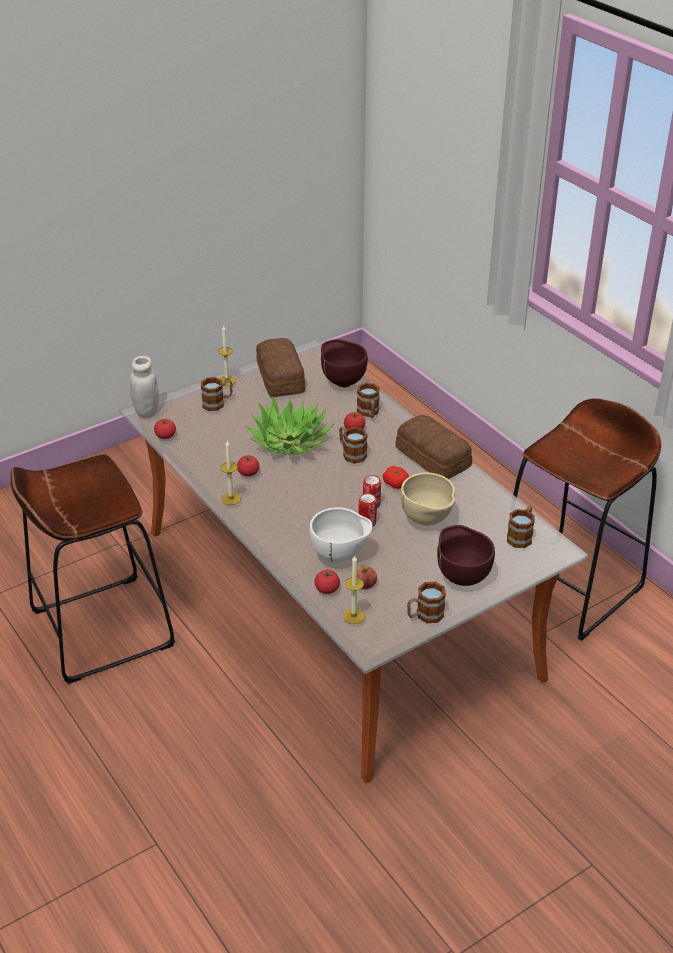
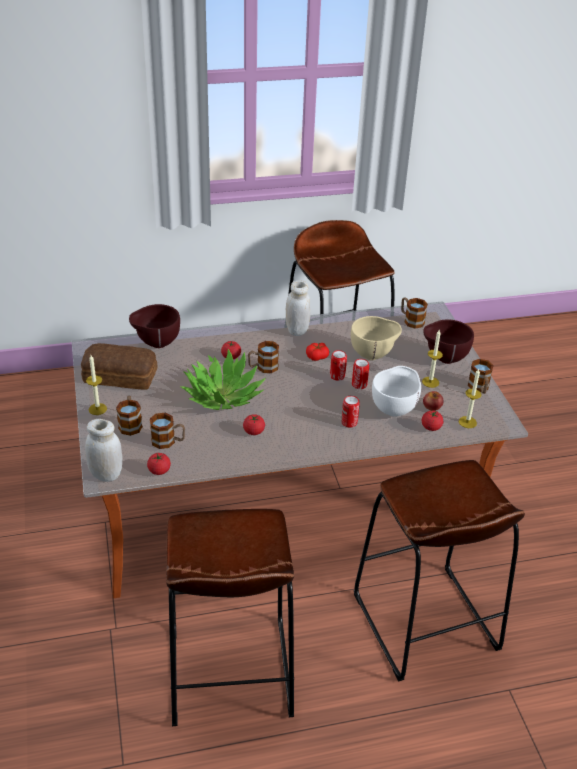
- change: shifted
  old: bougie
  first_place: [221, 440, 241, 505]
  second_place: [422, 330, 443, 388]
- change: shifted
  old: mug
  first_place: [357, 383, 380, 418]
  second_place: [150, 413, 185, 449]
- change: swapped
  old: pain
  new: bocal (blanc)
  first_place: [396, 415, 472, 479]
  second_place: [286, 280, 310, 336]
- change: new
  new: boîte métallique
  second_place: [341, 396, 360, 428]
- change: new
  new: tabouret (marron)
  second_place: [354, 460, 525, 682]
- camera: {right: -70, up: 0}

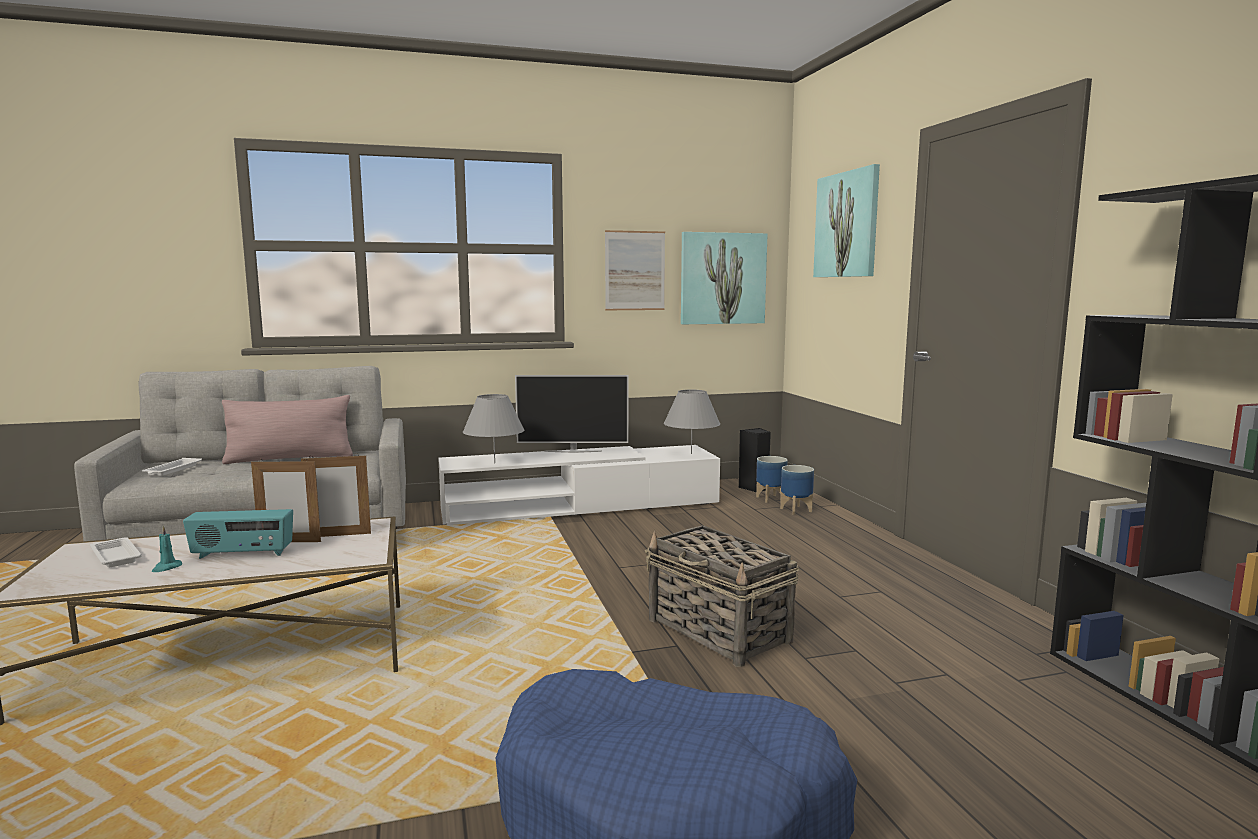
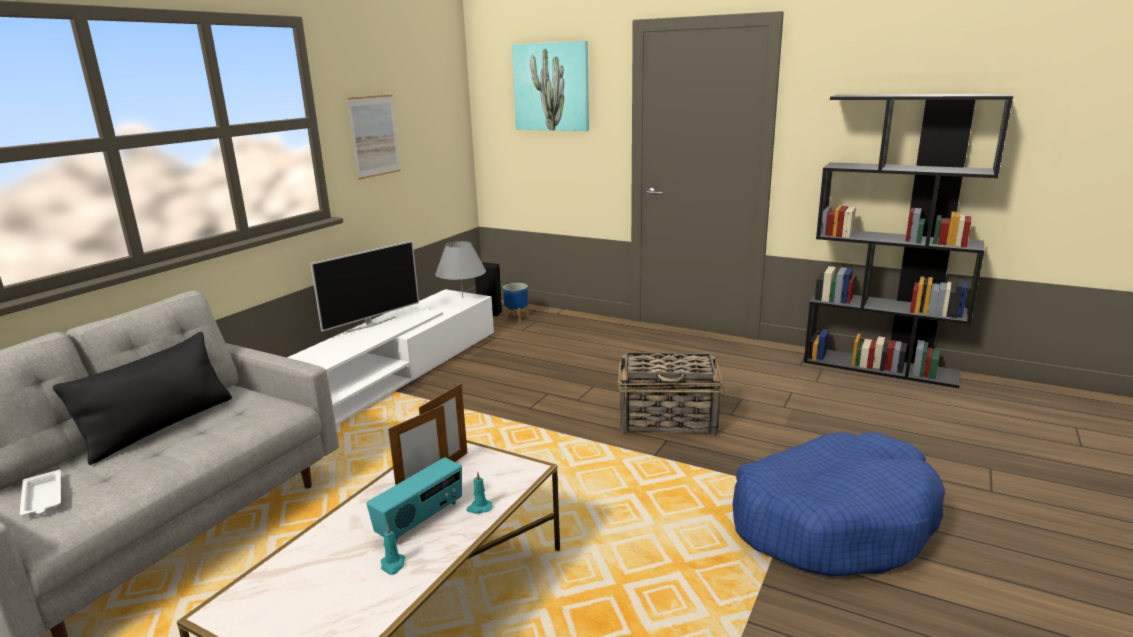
- change: gone
  old: plateau (blanc)
  first_place: [90, 537, 142, 567]
- change: repainted
  old: coussin (rose)
  new: coussin (noir)
  first_place: [222, 395, 353, 464]
  second_place: [53, 331, 232, 465]
- change: gone
  old: lampe de table (gris)
  first_place: [463, 394, 524, 464]
- change: gone
  old: tableau
  first_place: [681, 232, 768, 324]
- change: gone
  old: cache-pot
  first_place: [780, 465, 814, 515]
- change: new
  new: bougie (turquoise)
  second_place: [466, 471, 492, 513]
- camera: {right: -45, up: 10}

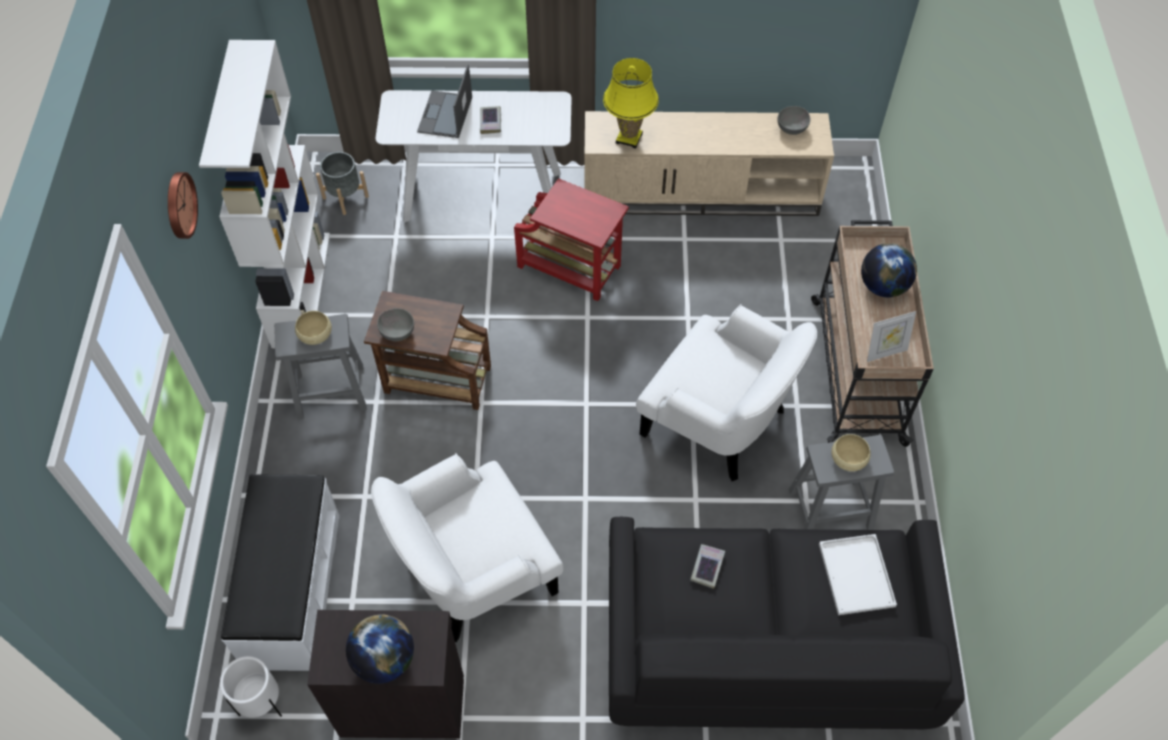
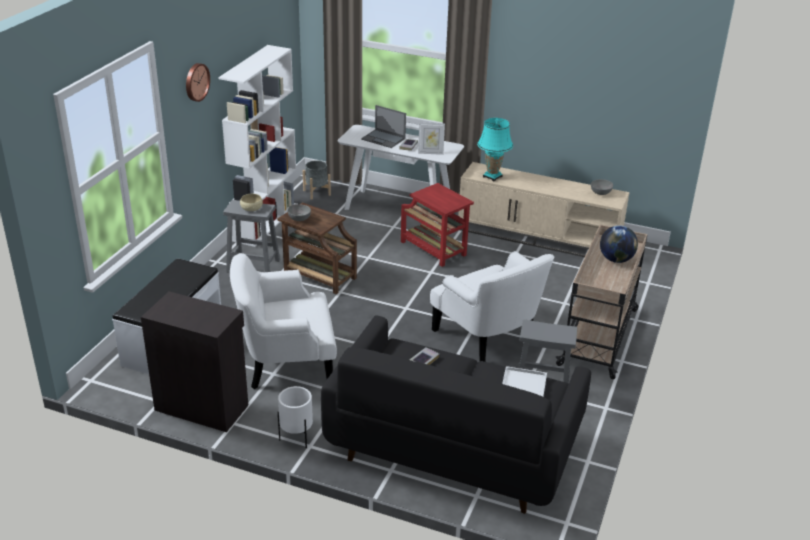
- change: shifted
  old: cache-pot (blanc)
  first_place: [220, 656, 282, 718]
  second_place: [278, 386, 313, 448]
- change: gone
  old: globe
  first_place: [346, 614, 414, 683]
- change: rotated
  old: ordinateur portable
  first_place: [417, 64, 472, 138]
  second_place: [361, 105, 406, 148]
  degrees: -90
- change: repainted
  old: lampe de table (jaune)
  new: lampe de table (turquoise)
  first_place: [603, 58, 659, 149]
  second_place: [477, 118, 513, 181]
- change: gone
  old: bol (beige)
  first_place: [831, 434, 871, 471]
- change: shifted
  old: cadre photo
  first_place: [867, 311, 916, 362]
  second_place: [418, 122, 445, 155]
- camera: {right: 20, up: -25}

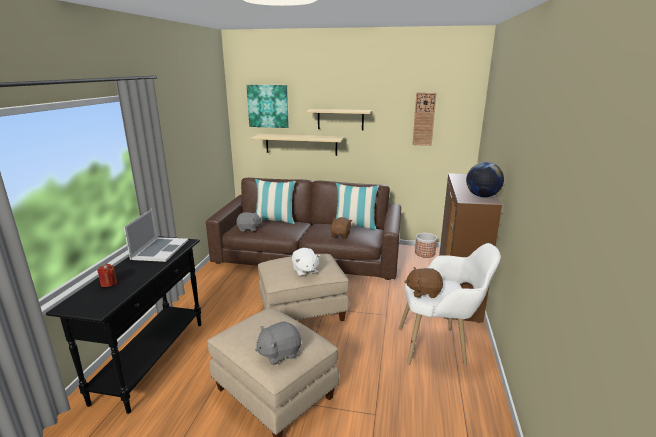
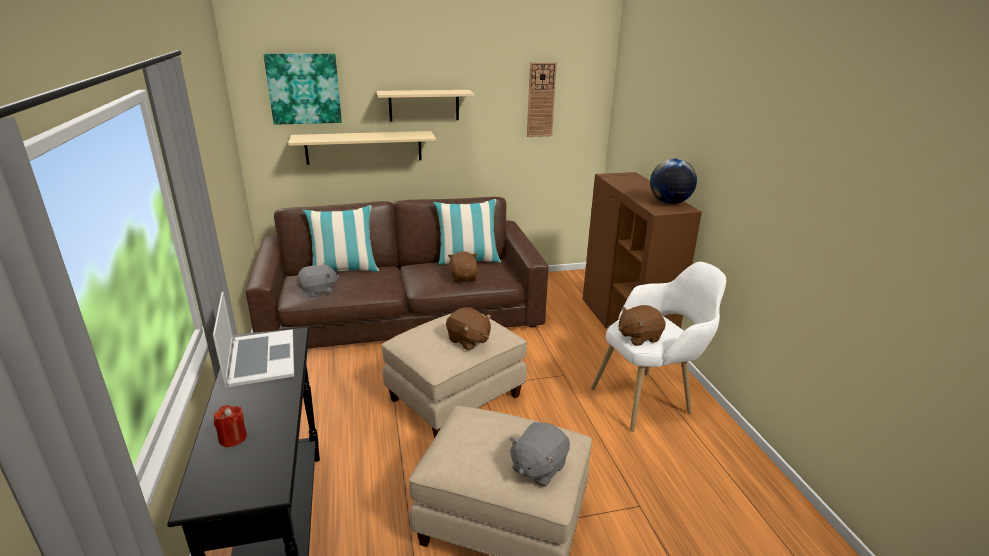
- change: repainted
  old: peluche (blanc)
  new: peluche (marron)
  first_place: [292, 248, 320, 276]
  second_place: [446, 308, 491, 350]
- change: gone
  old: cache-pot
  first_place: [415, 233, 437, 258]
- camera: {right: -25, up: 5}

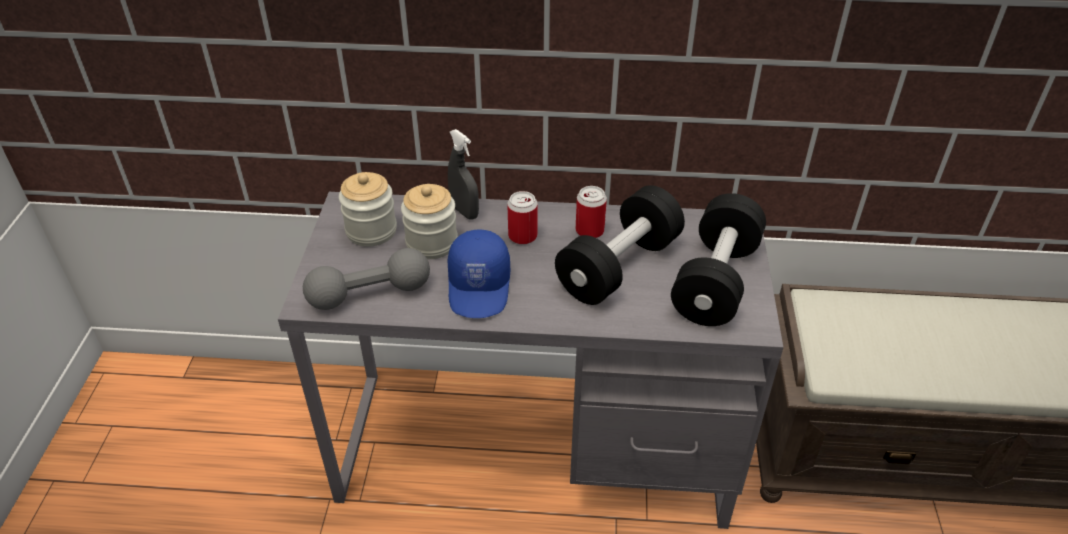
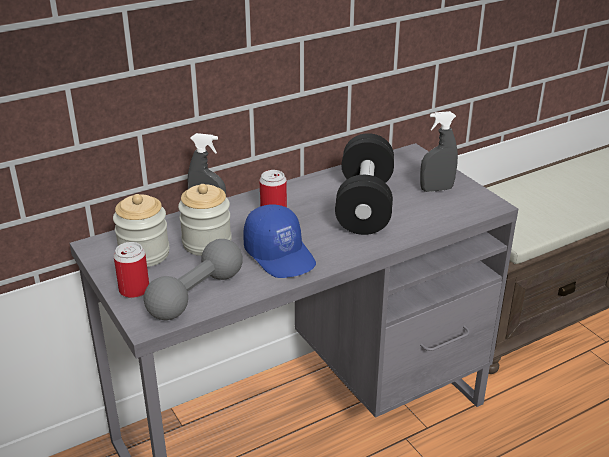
- change: shifted
  old: boîte métallique
  first_place: [576, 186, 607, 238]
  second_place: [114, 242, 149, 298]
- change: swapped
  old: haltère (noir)
  new: vaporisateur (gris)
  first_place: [671, 193, 766, 326]
  second_place: [420, 111, 458, 192]
- camera: {right: -35, up: -10}

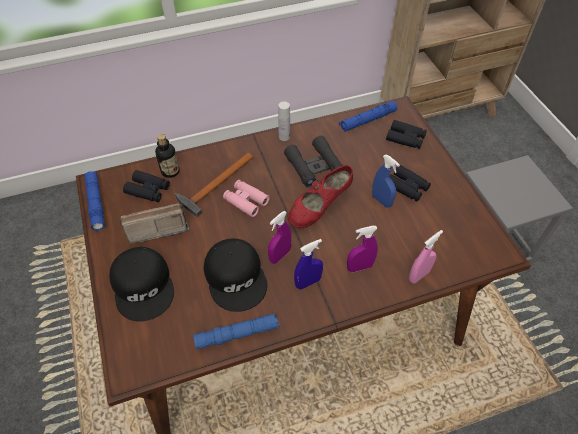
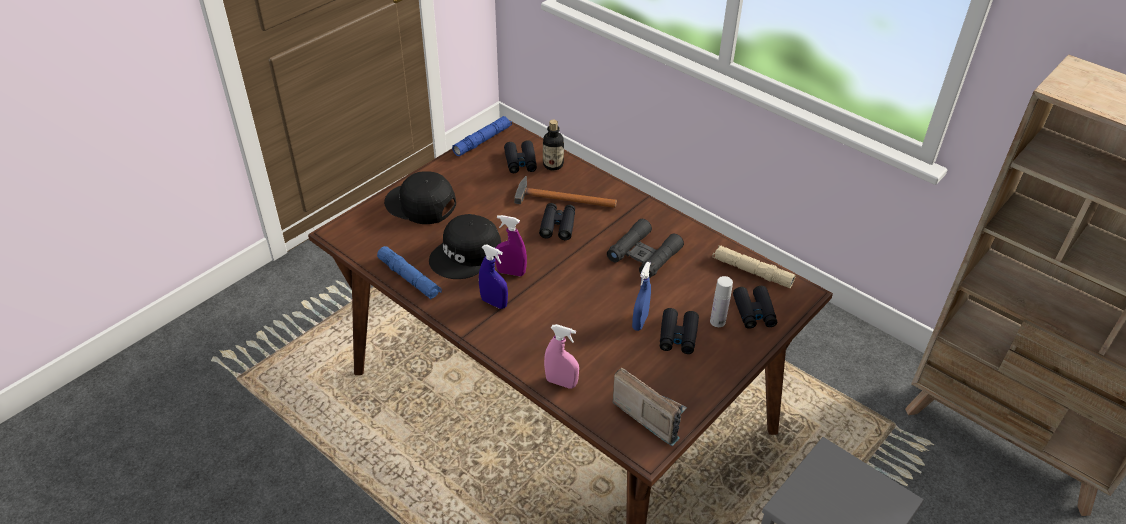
- change: rotated
  old: casquette (noir)
  first_place: [109, 247, 174, 321]
  second_place: [384, 171, 456, 224]
  degrees: 75
- change: shifted
  old: radio
  first_place: [120, 203, 189, 244]
  second_place: [613, 368, 687, 446]
- change: repainted
  old: jumelles (rose)
  new: jumelles (noir)
  first_place: [223, 180, 270, 217]
  second_place: [539, 203, 575, 240]
- change: shifted
  old: bouteille (blanc)
  first_place: [278, 101, 290, 141]
  second_place: [710, 276, 733, 327]
- change: gone
  old: chaussure (rouge)
  first_place: [288, 165, 353, 229]
- change: repainted
  old: lampe de poche (bleu)
  new: lampe de poche (beige)
  first_place: [339, 101, 397, 132]
  second_place: [712, 246, 796, 288]
- change: gone
  old: vaporisateur (violet)
  first_place: [347, 226, 378, 272]
- camera: {right: 60, up: -10}

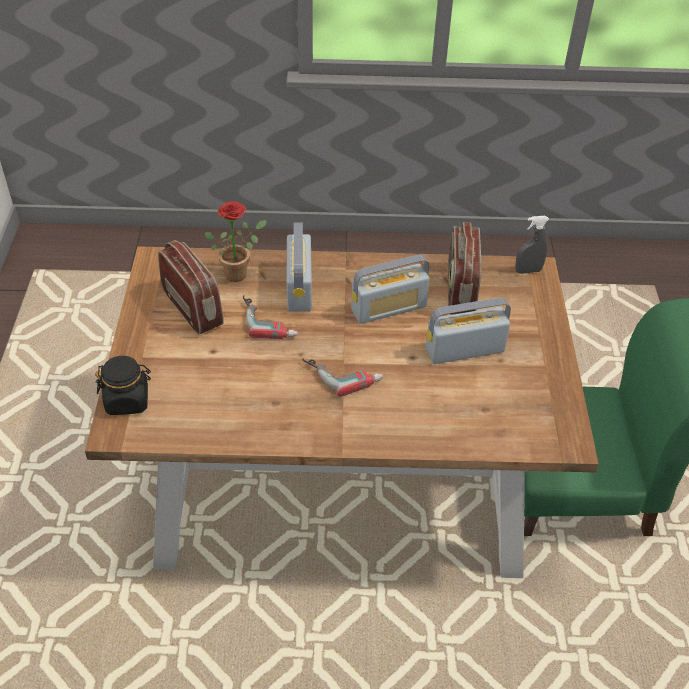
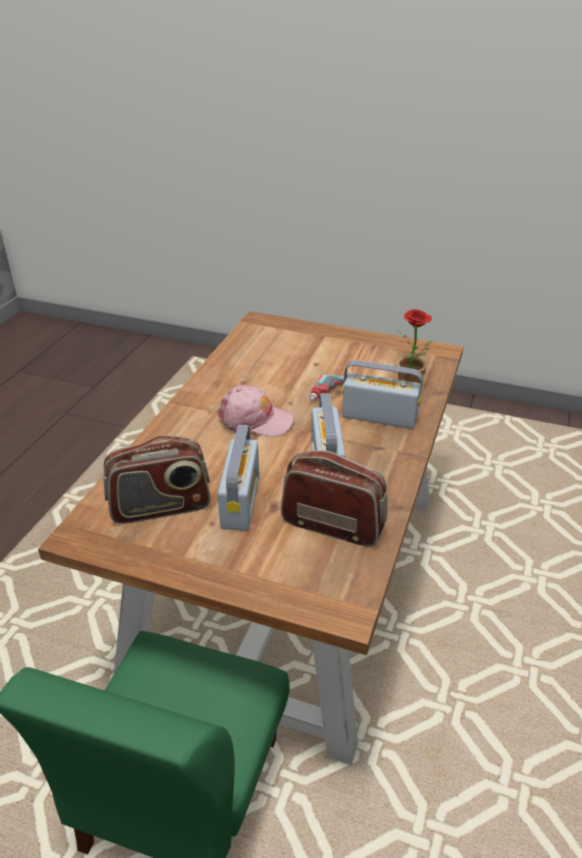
- change: gone
  old: bocal (noir)
  first_place: [95, 356, 151, 415]
- change: shifted
  old: radio
  first_place: [158, 240, 224, 334]
  second_place: [103, 435, 210, 524]
- change: swapped
  old: perceuse
  new: casquette (rose)
  first_place: [302, 358, 383, 397]
  second_place: [217, 385, 294, 437]
- change: gone
  old: vaporisateur (gris)
  first_place: [515, 216, 549, 274]
- camera: {right: 110, up: -10}

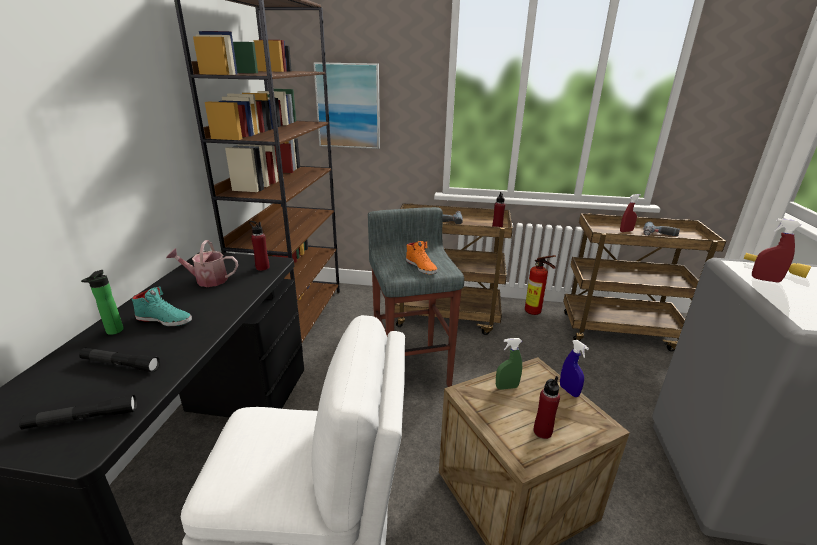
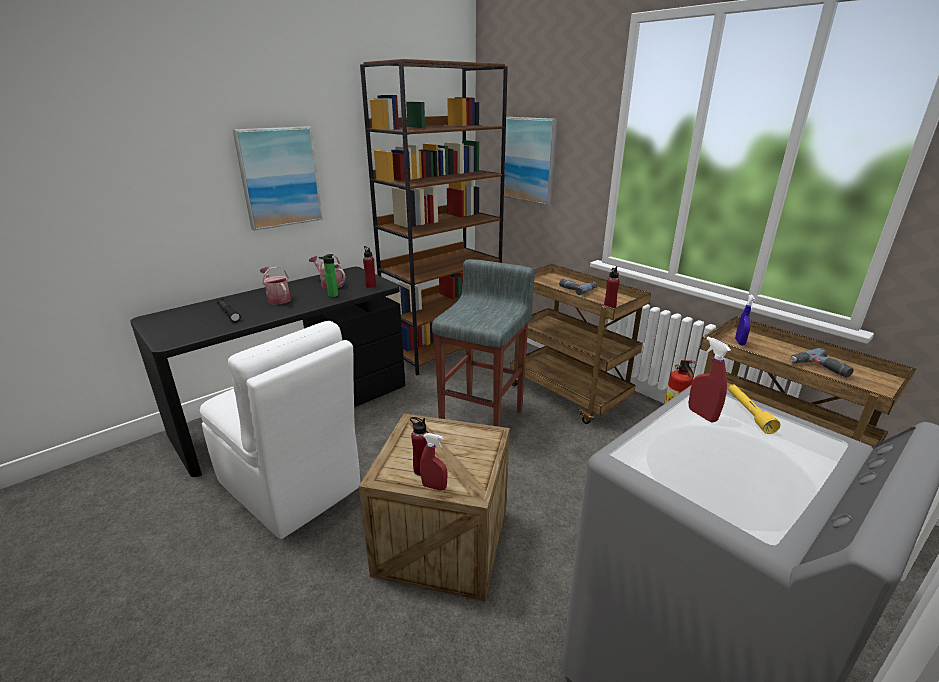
- change: gone
  old: lampe de poche (noir)
  first_place: [19, 394, 137, 430]
- change: shifted
  old: bouteille
  first_place: [81, 270, 124, 335]
  second_place: [319, 254, 338, 297]
- change: swapped
  old: chaussure (turquoise)
  new: arrosoir
  first_place: [132, 286, 192, 326]
  second_place: [260, 266, 291, 304]
- change: gone
  old: chaussure (orange)
  first_place: [406, 241, 438, 274]
- change: gone
  old: vaporisateur (vert)
  first_place: [496, 338, 522, 390]
- change: shifted
  old: vaporisateur (bleu)
  first_place: [560, 340, 589, 397]
  second_place: [735, 294, 755, 345]
- change: shifted
  old: vaporisateur (rouge)
  first_place: [620, 194, 641, 232]
  second_place: [420, 433, 447, 491]
- change: new
  new: tableau
  second_place: [232, 126, 323, 231]
- camera: {right: 40, up: 0}

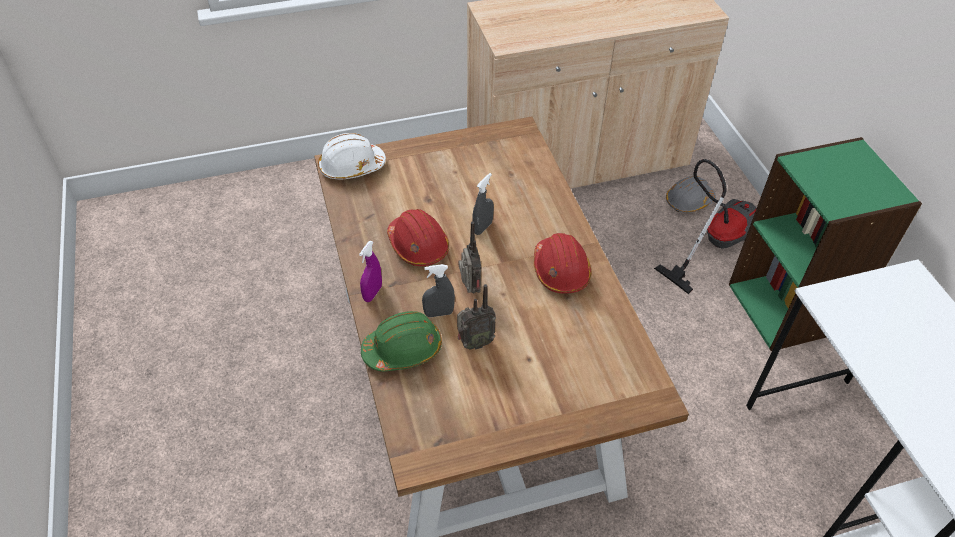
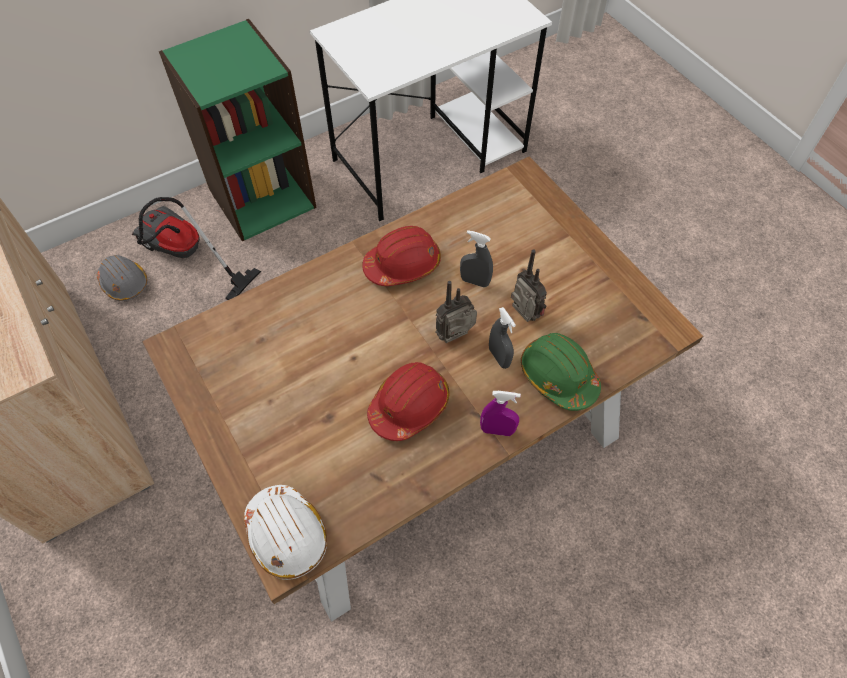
- change: shifted
  old: vaporisateur (gris)
  first_place: [472, 173, 494, 235]
  second_place: [460, 230, 493, 287]
- camera: {right: -105, up: 10}

